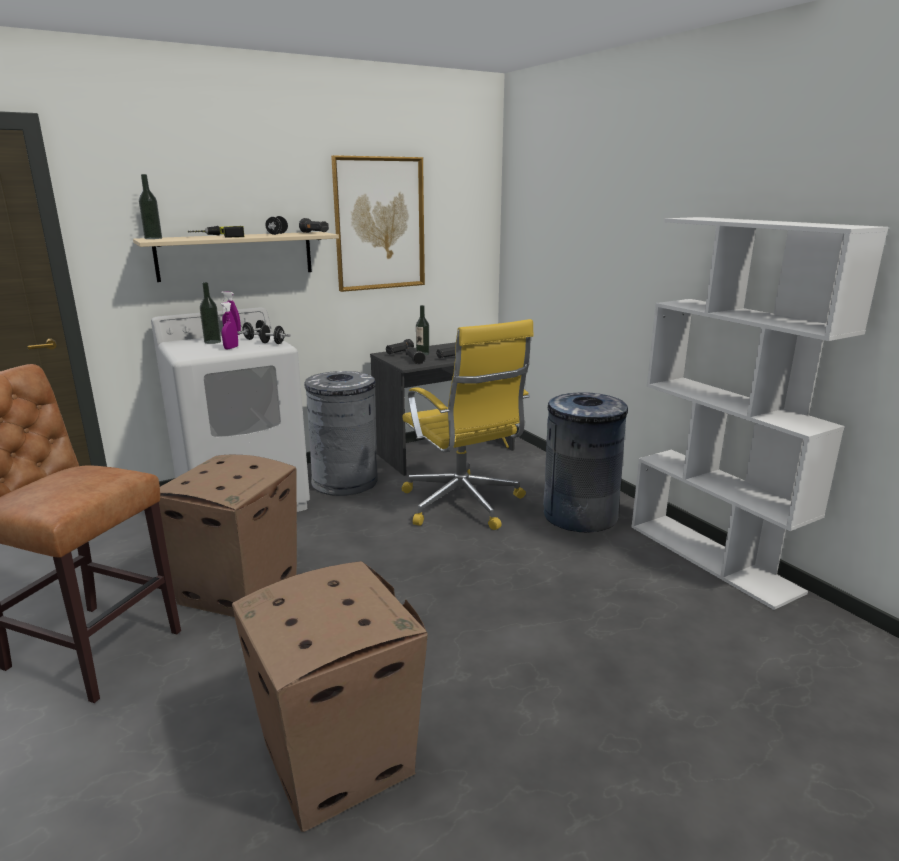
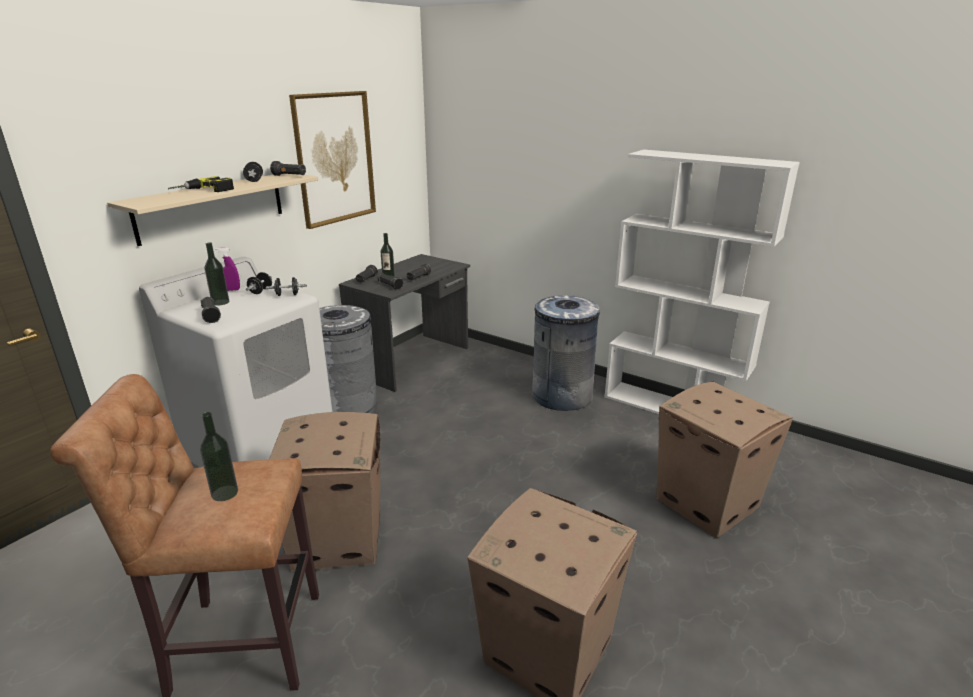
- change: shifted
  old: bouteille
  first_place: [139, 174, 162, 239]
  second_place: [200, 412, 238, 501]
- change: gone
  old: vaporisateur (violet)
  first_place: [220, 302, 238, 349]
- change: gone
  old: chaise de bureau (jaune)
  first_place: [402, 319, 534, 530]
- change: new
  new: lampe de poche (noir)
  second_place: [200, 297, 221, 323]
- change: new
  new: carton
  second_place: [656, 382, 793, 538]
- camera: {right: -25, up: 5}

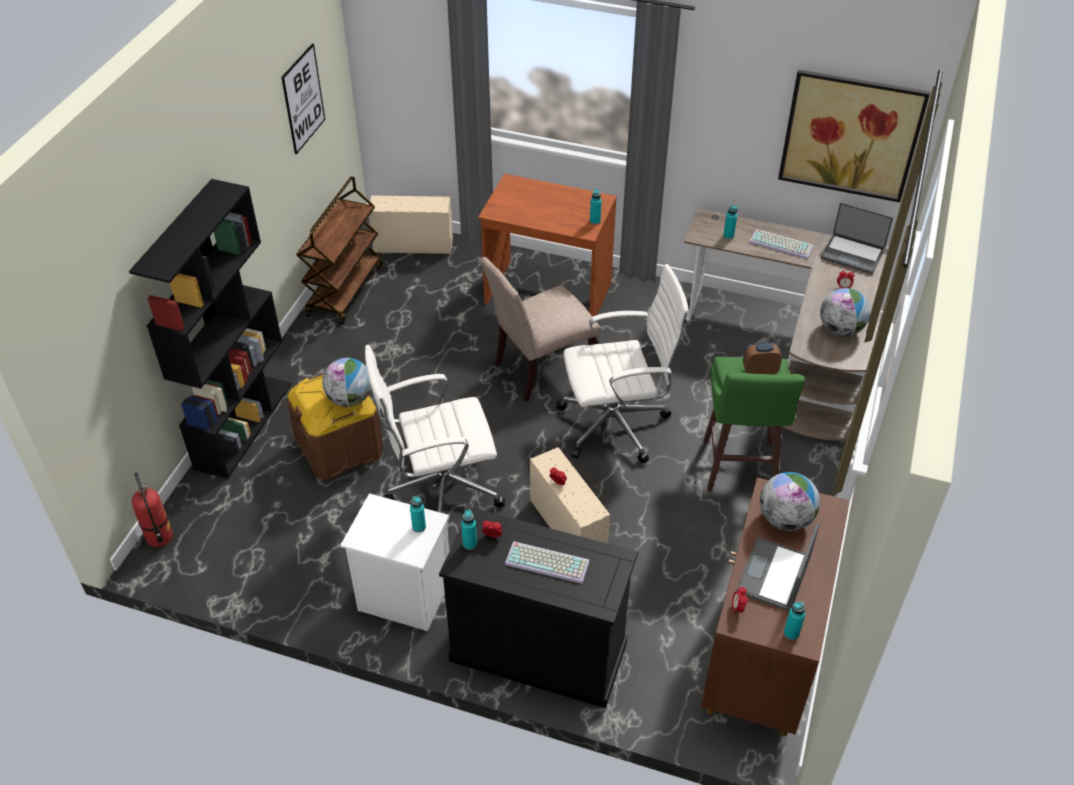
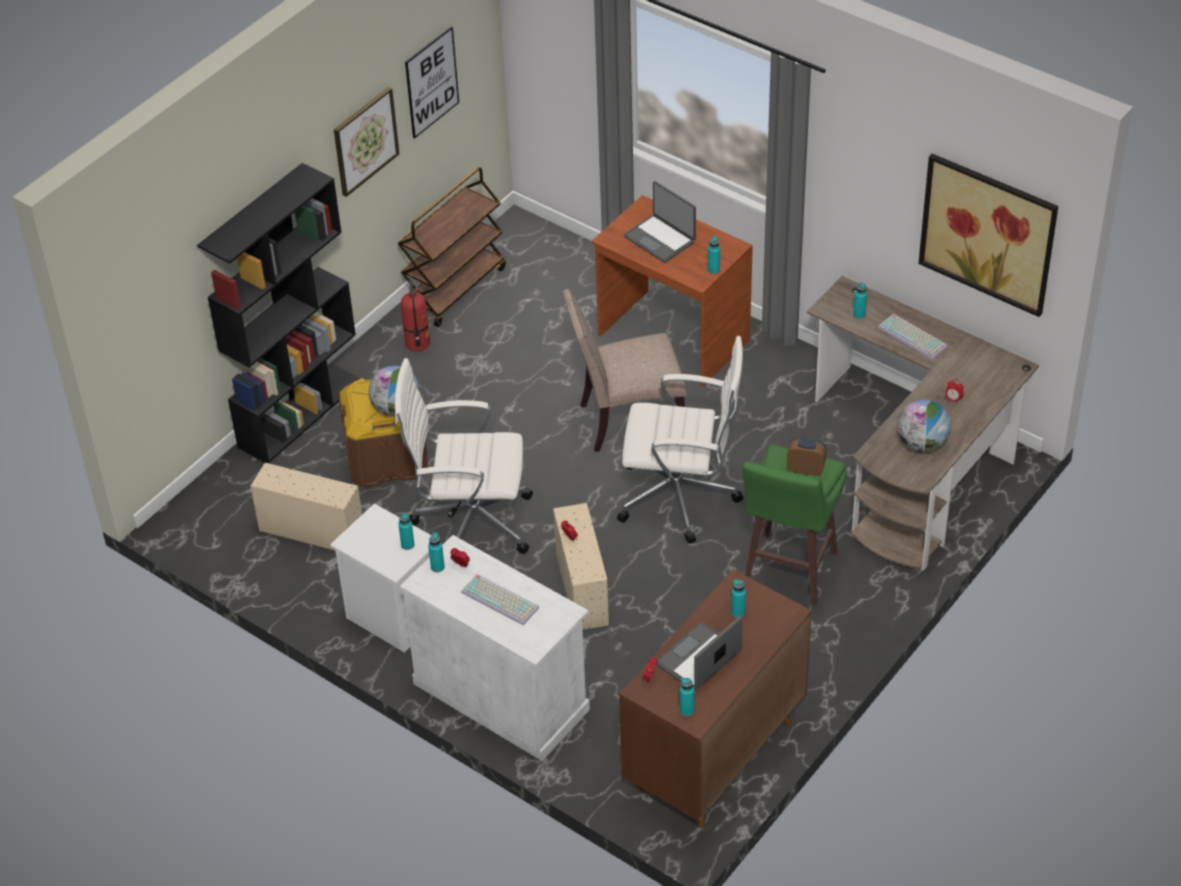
- change: shifted
  old: extincteur
  first_place: [132, 473, 173, 547]
  second_place: [401, 275, 430, 352]
- change: shifted
  old: boîte de rangement (beige)
  first_place: [369, 196, 453, 254]
  second_place: [251, 463, 362, 550]
- change: repainted
  old: meuble de rangement (noir)
  new: meuble de rangement (blanc)
  first_place: [439, 507, 638, 708]
  second_place: [400, 535, 590, 761]
- change: swapped
  old: globe
  new: bouteille (turquoise)
  first_place: [760, 472, 820, 531]
  second_place: [731, 580, 746, 618]
- change: shifted
  old: ordinateur portable
  first_place: [821, 202, 893, 274]
  second_place: [624, 181, 696, 263]
- change: new
  new: tableau
  second_place: [334, 87, 400, 197]
- camera: {right: 20, up: 0}

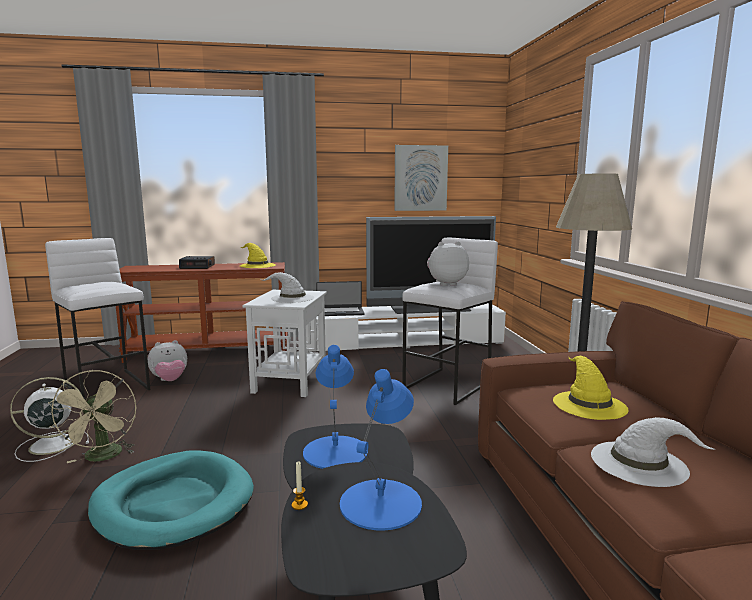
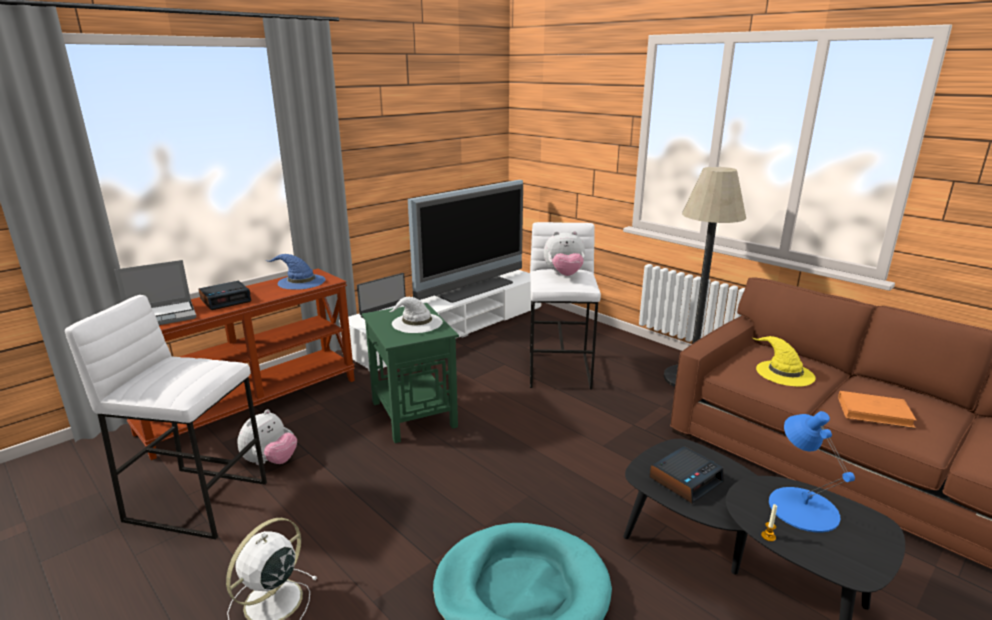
- change: gone
  old: ventilateur (beige)
  first_place: [48, 370, 136, 463]
- change: repainted
  old: chapeau (jaune)
  new: chapeau (bleu)
  first_place: [240, 243, 276, 268]
  second_place: [268, 254, 326, 290]
- change: repainted
  old: table d'appoint (blanc)
  new: table d'appoint (vert)
  first_place: [242, 290, 327, 397]
  second_place: [362, 303, 459, 443]
- change: swapped
  old: lampe de table (bleu)
  new: réveil
  first_place: [303, 345, 368, 469]
  second_place: [649, 446, 724, 504]
- change: gone
  old: tableau
  first_place: [394, 145, 448, 211]
- change: rotated
  old: peluche
  first_place: [427, 241, 469, 286]
  second_place: [544, 231, 585, 276]
  degrees: -135
- change: swapped
  old: chapeau (blanc)
  new: livre (orange)
  first_place: [591, 417, 714, 487]
  second_place: [838, 391, 916, 429]
- change: new
  new: ordinateur portable
  second_place: [114, 260, 197, 325]
- camera: {right: -35, up: 10}

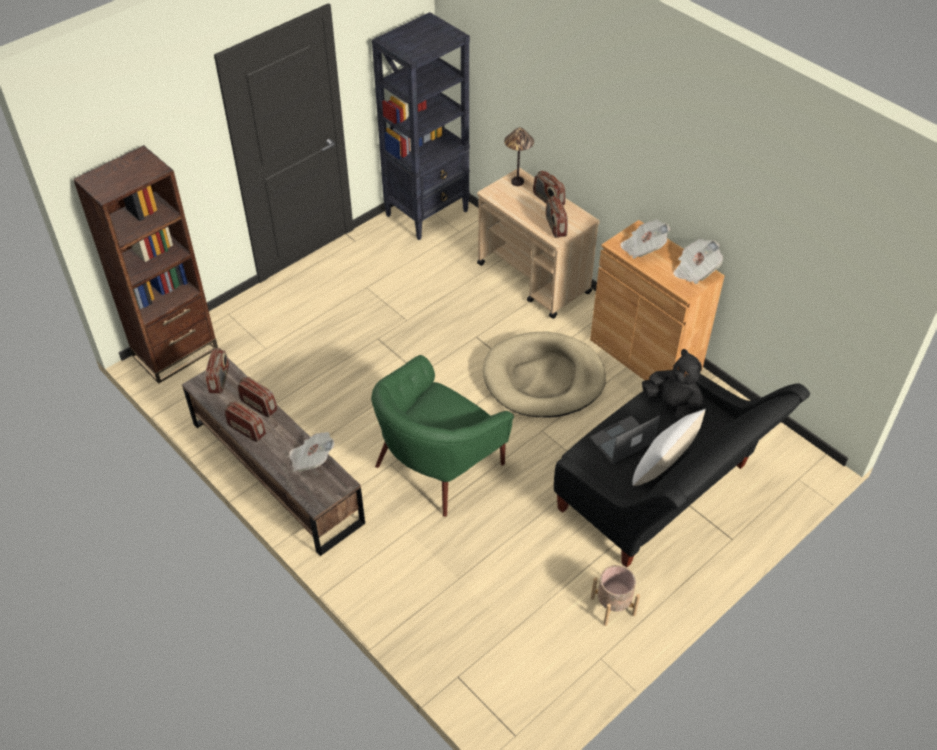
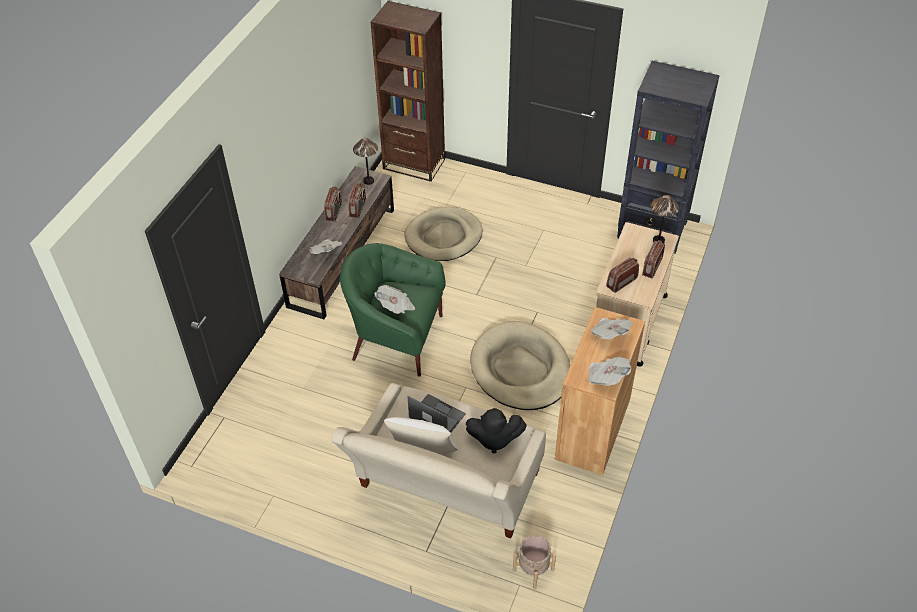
- change: swapped
  old: radio
  new: lampe de table
  first_place: [205, 348, 229, 394]
  second_place: [353, 138, 378, 185]
- change: repainted
  old: canapé (noir)
  new: canapé (beige)
  first_place: [554, 374, 810, 568]
  second_place: [331, 383, 546, 538]
- change: shifted
  old: cache-pot (beige)
  first_place: [591, 565, 640, 626]
  second_place: [513, 535, 556, 589]
- change: rotated
  old: peluche (noir)
  first_place: [642, 349, 704, 422]
  second_place: [465, 408, 527, 453]
  degrees: 75
- change: new
  new: journal
  second_place: [374, 285, 415, 314]
- change: new
  new: panier pour chien (beige)
  second_place: [404, 207, 483, 261]
- camera: {right: 65, up: 0}

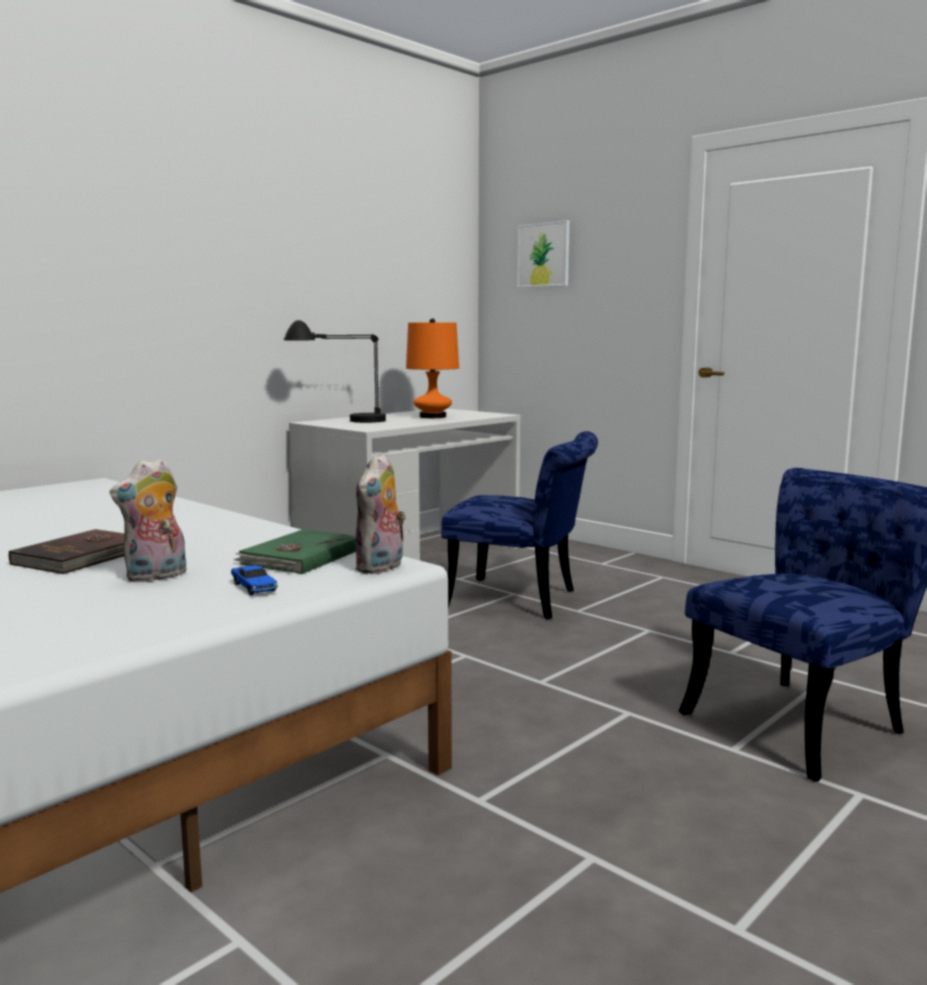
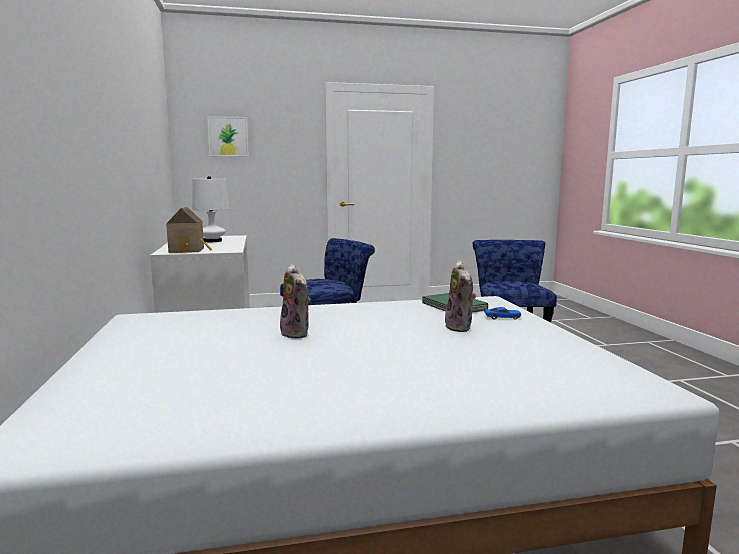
- change: gone
  old: livre (marron)
  first_place: [9, 529, 124, 574]
- change: swapped
  old: lampe de table (noir)
  new: maison miniature
  first_place: [284, 320, 386, 423]
  second_place: [166, 207, 212, 253]
- change: shifted
  old: peluche
  first_place: [355, 453, 406, 574]
  second_place: [280, 264, 311, 338]
- change: repainted
  old: lampe de table (orange)
  new: lampe de table (blanc)
  first_place: [406, 318, 459, 418]
  second_place: [192, 176, 229, 242]
- camera: {right: -55, up: 0}

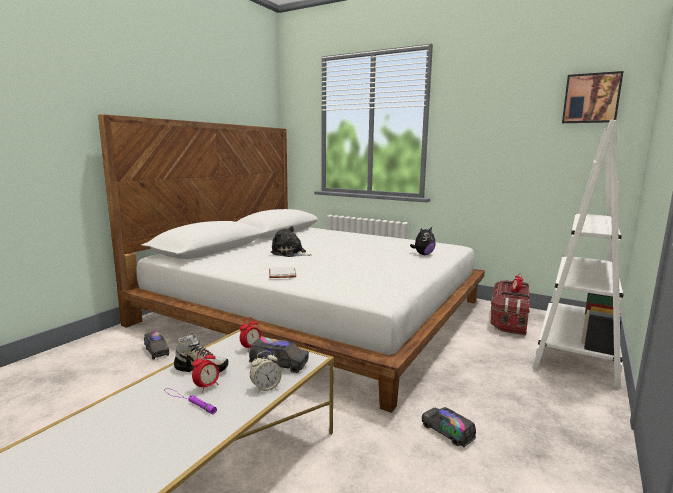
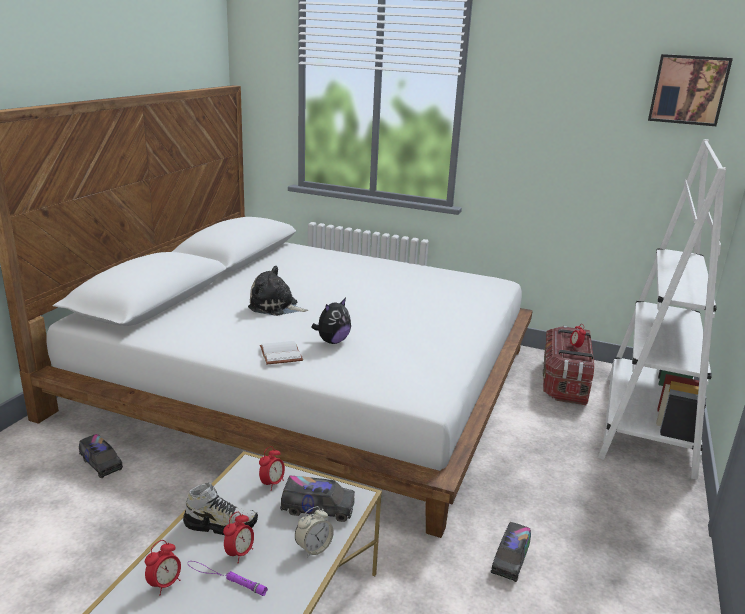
- change: shifted
  old: peluche
  first_place: [410, 227, 436, 255]
  second_place: [311, 298, 351, 344]
- change: rotated
  old: camion jouet
  first_place: [422, 407, 476, 447]
  second_place: [491, 522, 531, 582]
  degrees: -105
- change: new
  new: réveil
  second_place: [145, 540, 181, 595]
- camera: {right: -10, up: 10}

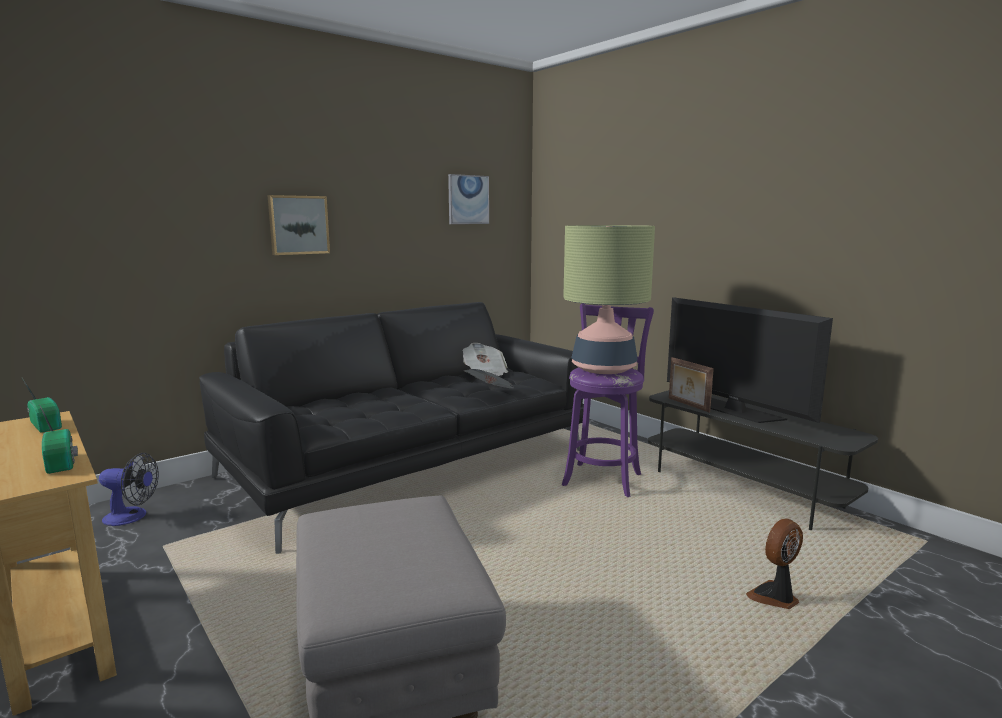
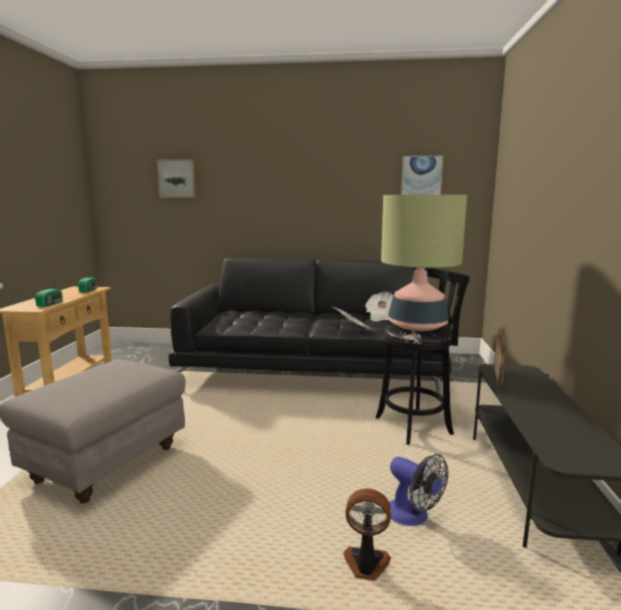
- change: shifted
  old: ventilateur
  first_place: [99, 453, 159, 526]
  second_place: [389, 454, 448, 526]
- change: shifted
  old: tableau
  first_place: [268, 195, 330, 255]
  second_place: [157, 159, 197, 198]
- change: repainted
  old: tabouret (violet)
  new: tabouret (noir)
  first_place: [562, 304, 654, 497]
  second_place: [375, 268, 470, 445]
- change: gone
  old: téléviseur
  first_place: [667, 297, 833, 423]
- camera: {right: 45, up: 0}

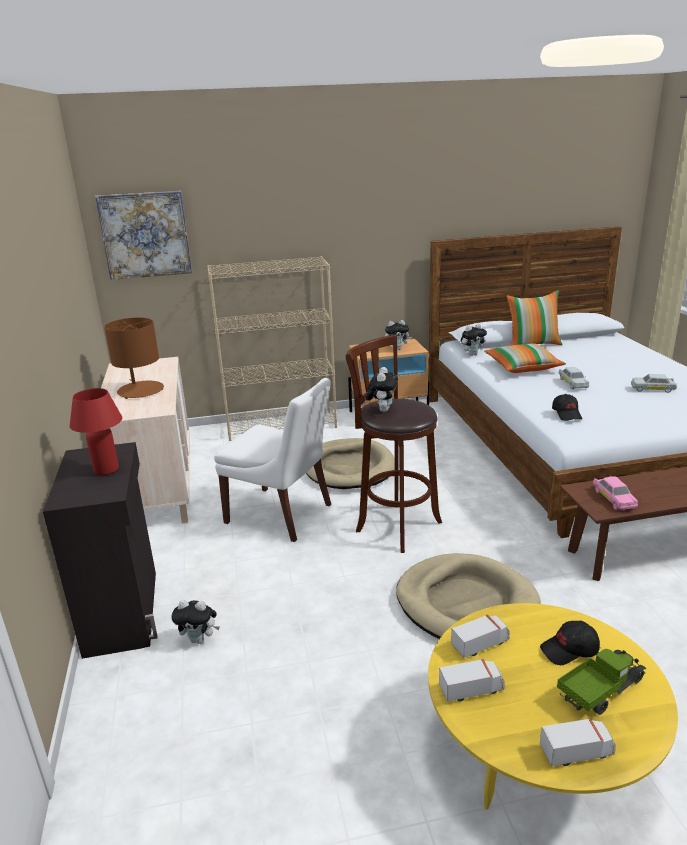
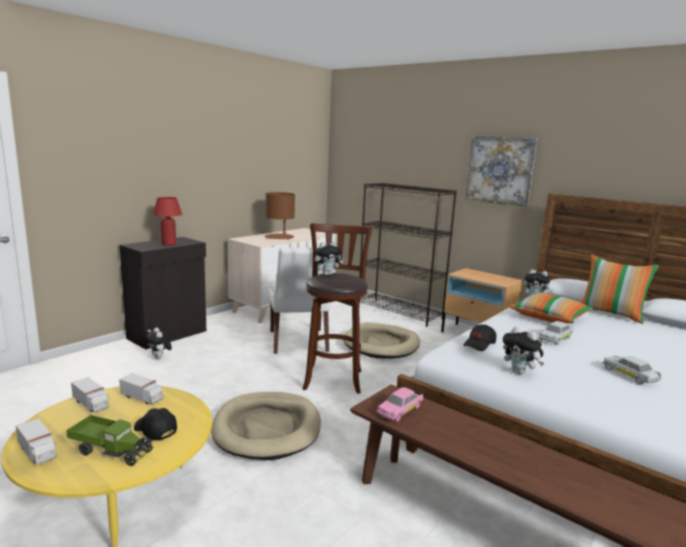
- change: shifted
  old: tableau
  first_place: [95, 191, 192, 280]
  second_place: [466, 136, 537, 207]
- change: repainted
  old: bibliothèque (beige)
  new: bibliothèque (noir)
  first_place: [207, 256, 337, 441]
  second_place: [359, 183, 457, 327]
- change: shifted
  old: peluche
  first_place: [385, 320, 412, 350]
  second_place: [503, 326, 544, 374]
- camera: {right: 50, up: -10}

